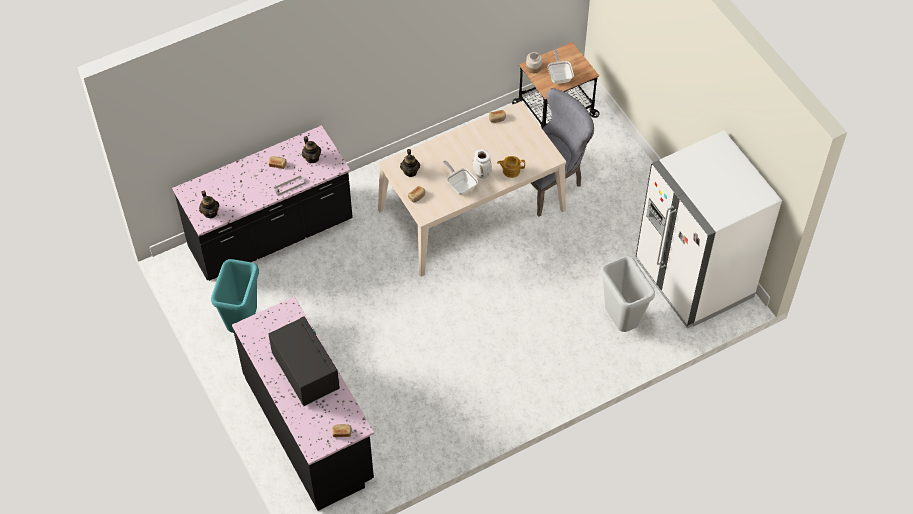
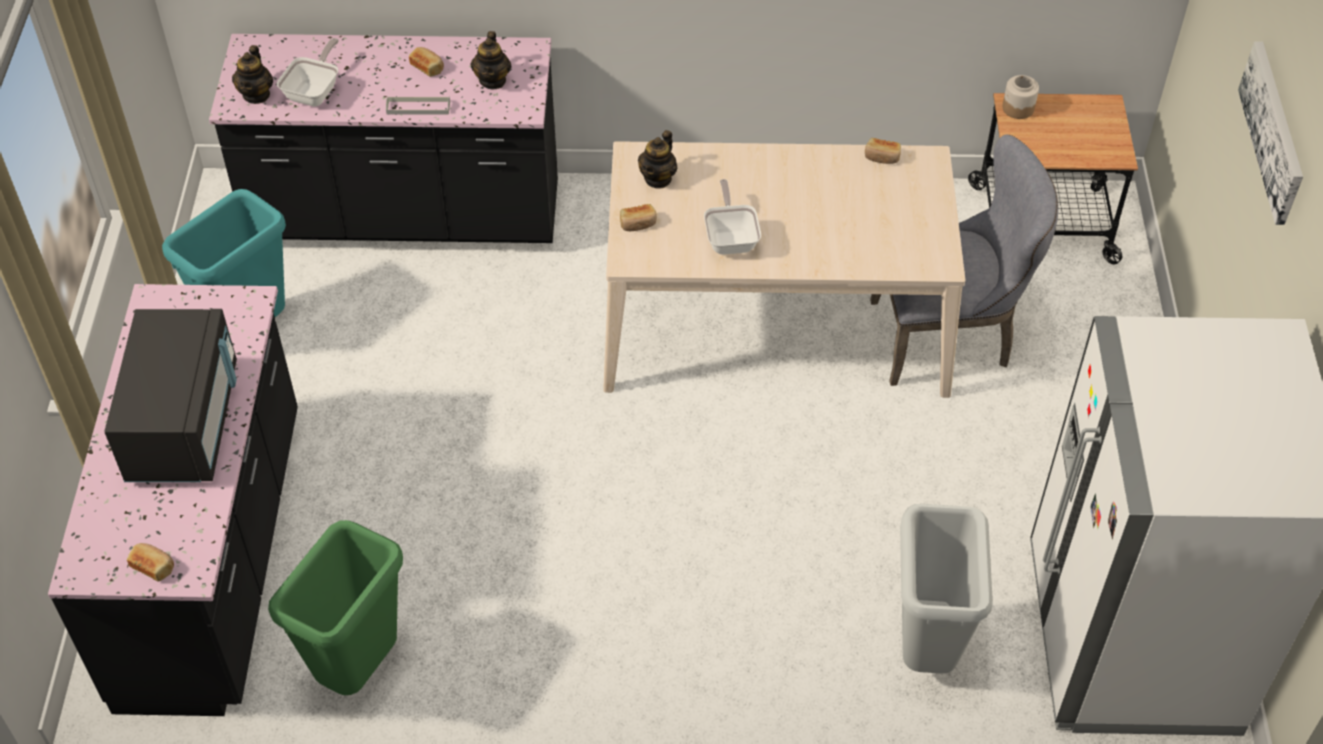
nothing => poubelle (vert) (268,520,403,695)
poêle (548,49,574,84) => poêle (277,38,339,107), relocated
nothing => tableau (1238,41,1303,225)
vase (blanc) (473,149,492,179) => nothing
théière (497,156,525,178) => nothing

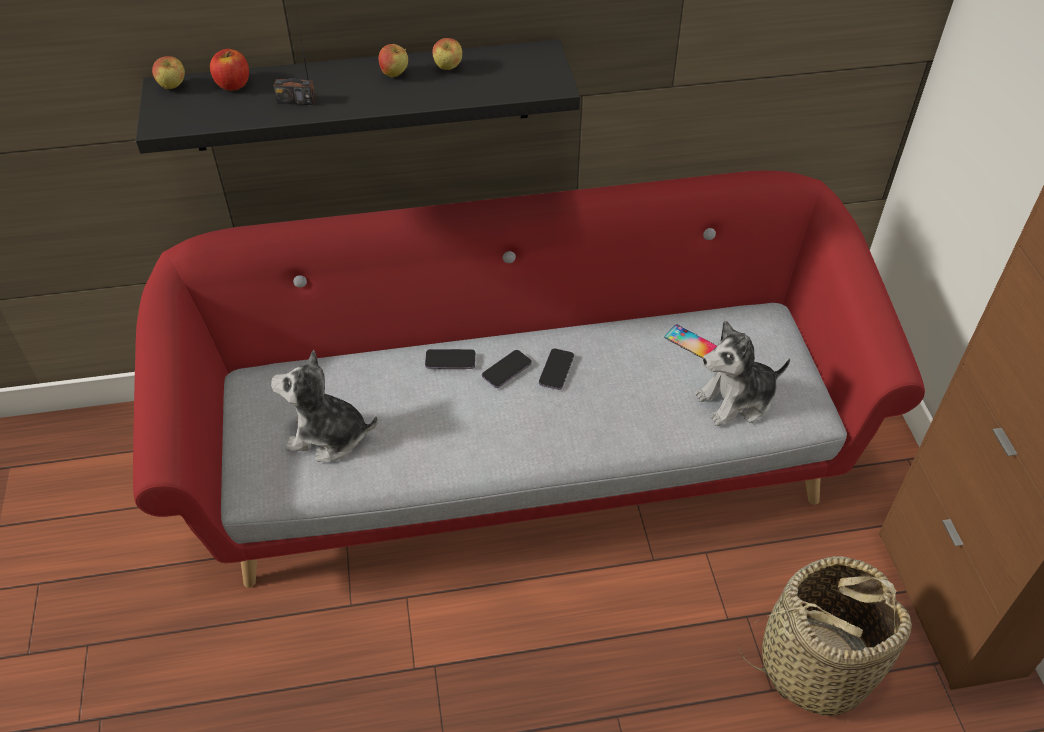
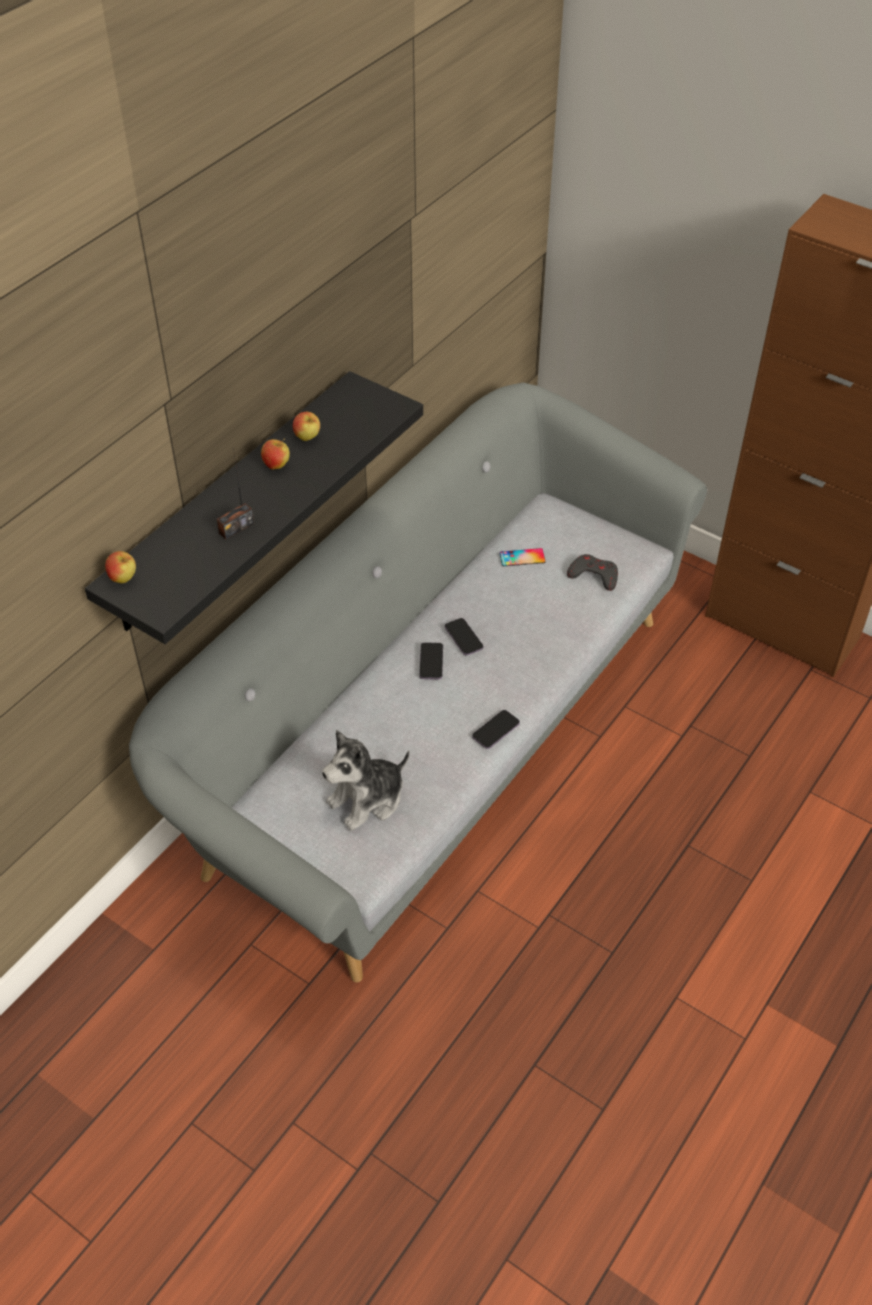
canapé (rouge) (133,171,925,588) => canapé (gris) (129,382,707,982)
téléphone (425,349,476,369) => téléphone (472,710,520,749), relocated
peluche (695,320,790,426) => manette (gris) (567,554,618,591)
pomme (210,49,249,91) => nothing
panier (739,556,912,716) => nothing

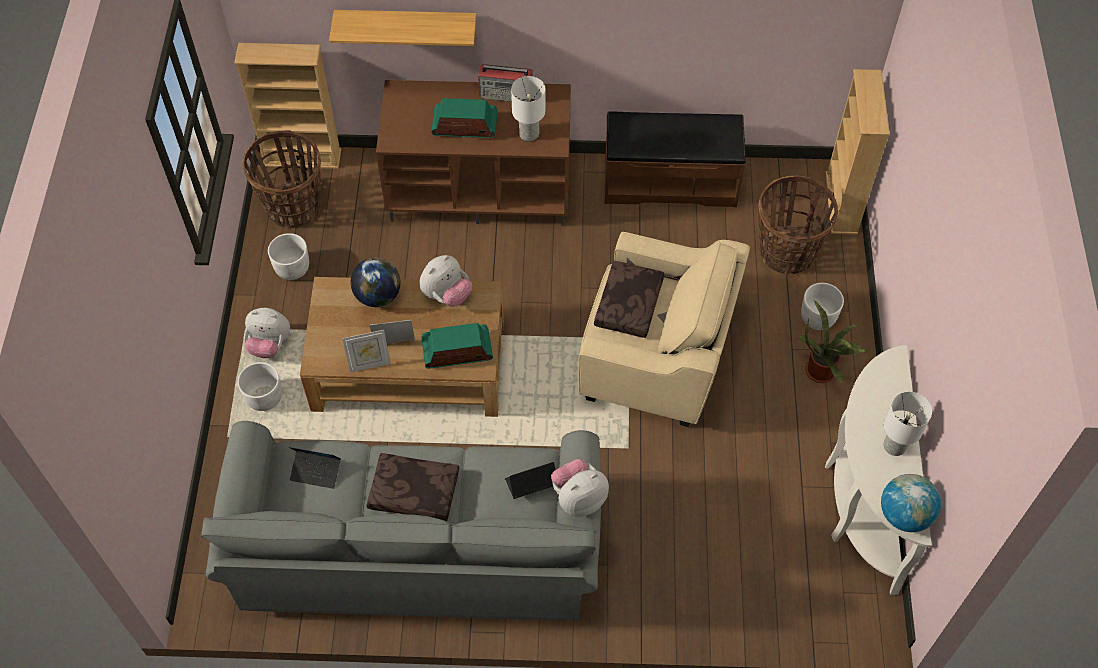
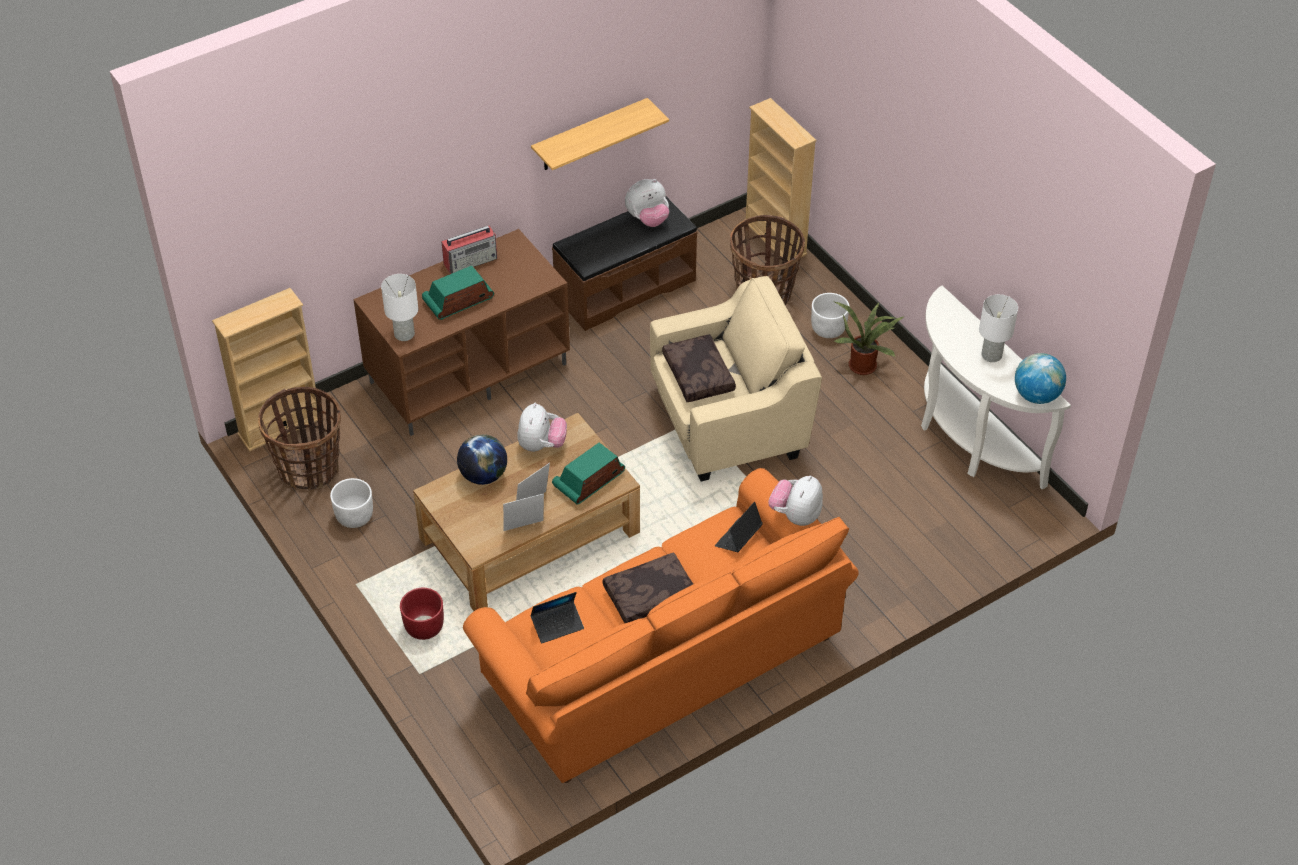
lampe de table (blanc) (511,76,545,141) => lampe de table (blanc) (381,274,418,341), relocated
cache-pot (blanc) (238,362,282,411) => cache-pot (rouge) (400,588,444,640)
canapé (gris) (201,421,601,621) => canapé (orange) (463,468,859,783)
cadre photo (342,330,391,373) => cadre photo (503,494,544,531), 150 degrees counterclockwise
étagère (329,10,476,46) => étagère (531,98,669,170), relocated
peluche (244,308,290,358) => peluche (625,179,669,227), relocated

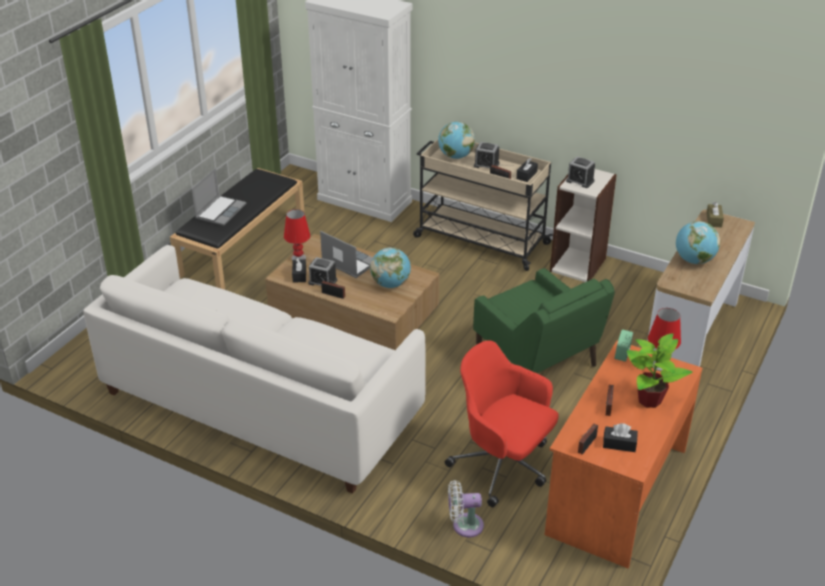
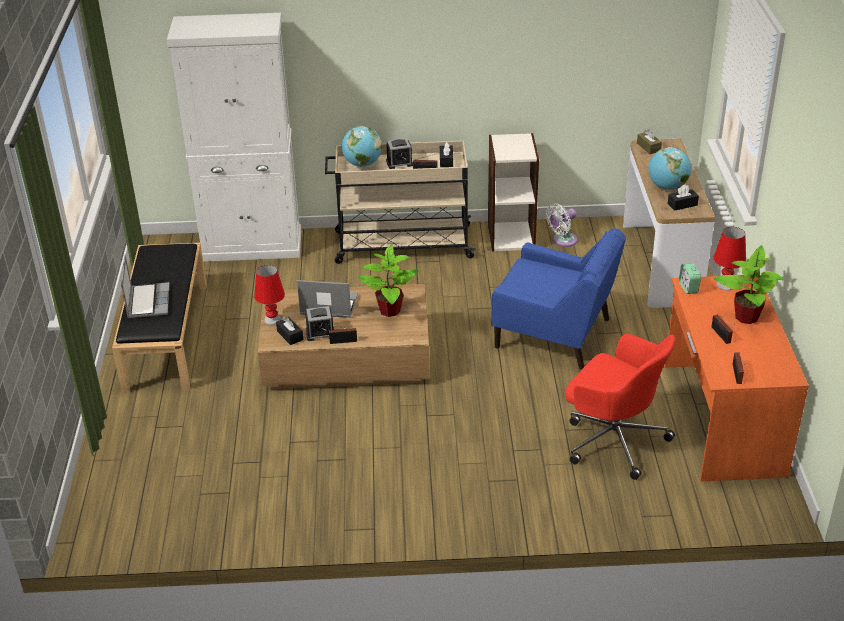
globe (370,247,411,288) => plante en pot (359,244,419,317)
fauteuil (vert) (473,268,615,373) => fauteuil (bleu) (491,228,626,370)
ventilateur (blanc) (448,480,484,537) => ventilateur (blanc) (546,204,577,247), relocated
chaise de bureau (rouge) (445,340,559,507) => chaise de bureau (rouge) (565,334,675,480), 150 degrees counterclockwise
boîte à mouchoirs (noir) (603,423,638,452) => boîte à mouchoirs (noir) (668,185,699,211), relocated
canapé (blanc) (83,245,426,494) => nothing
réveil (566,156,595,188) => nothing

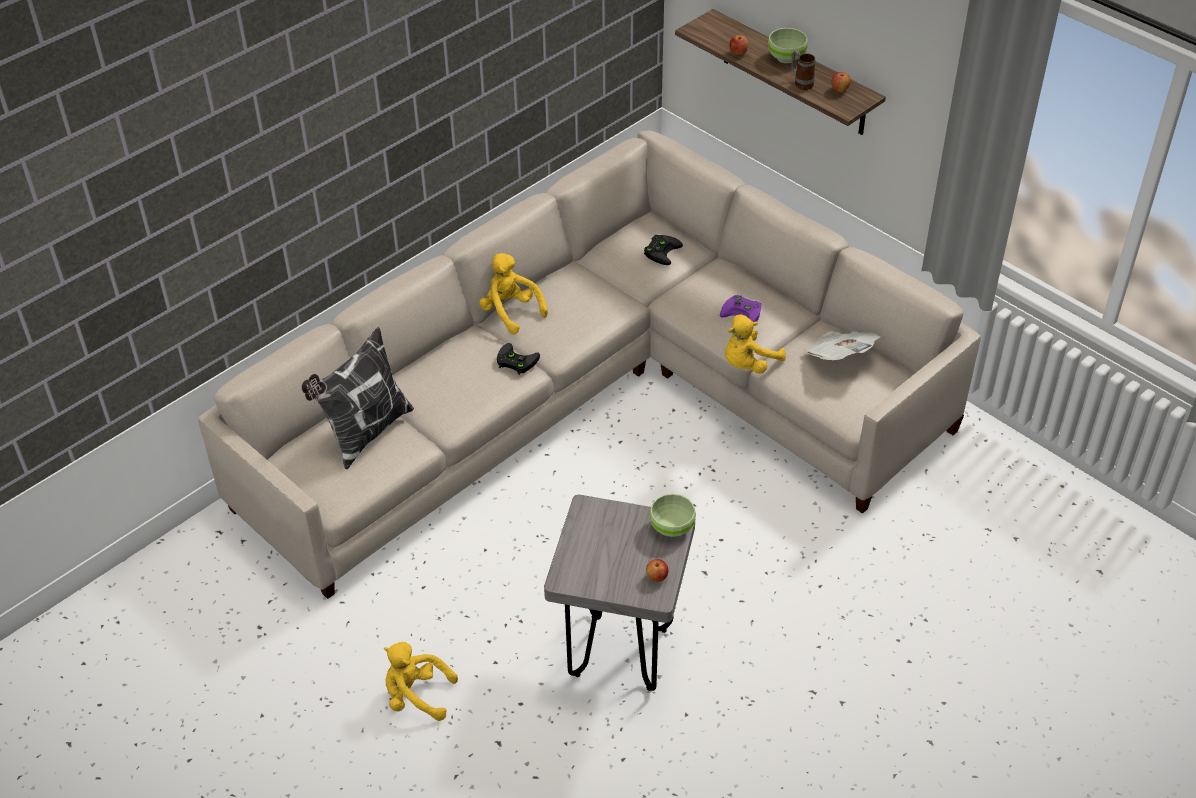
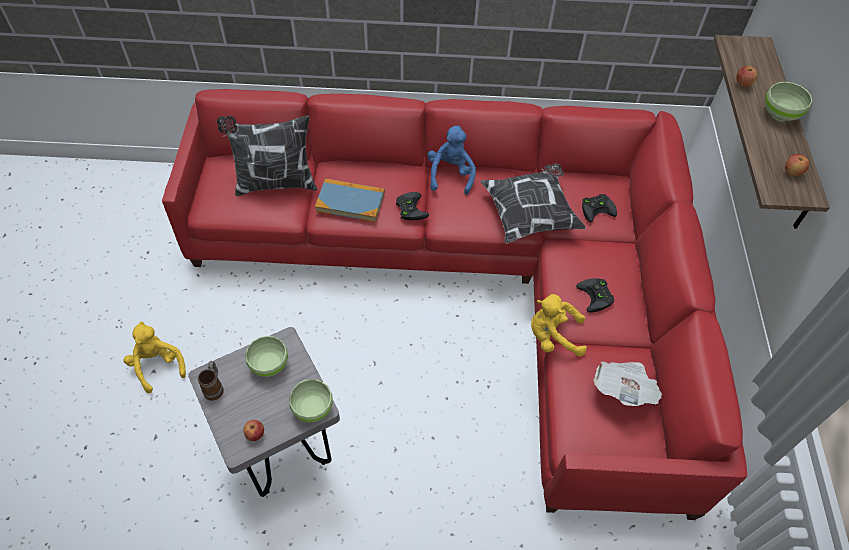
canapé (beige) (198,130,981,599) => canapé (rouge) (162,89,747,520)
mug (791,51,815,90) => mug (198,361,224,400), relocated
nothing => bol (vert) (245,336,288,377)
nothing => livre (315,179,385,222)
peluche (jaune) (479,253,548,335) => peluche (bleu) (427,126,476,195)
nothing => coussin (481,164,586,244)
manette (violet) (720,295,762,322) => manette (noir) (576,278,614,312)

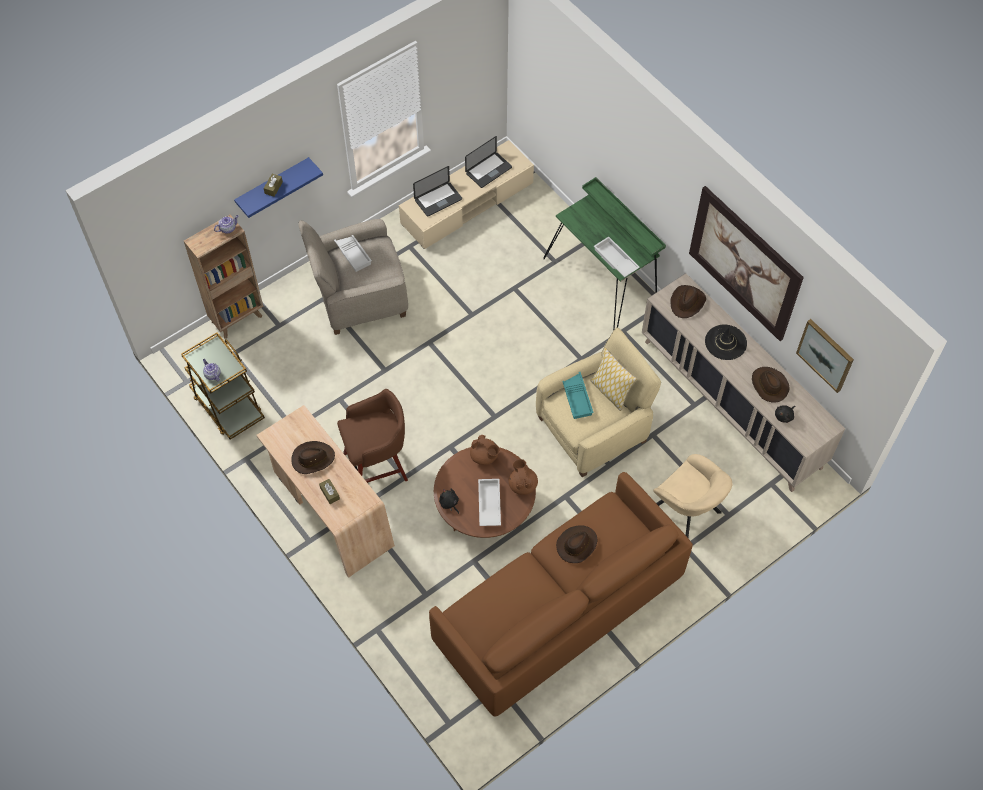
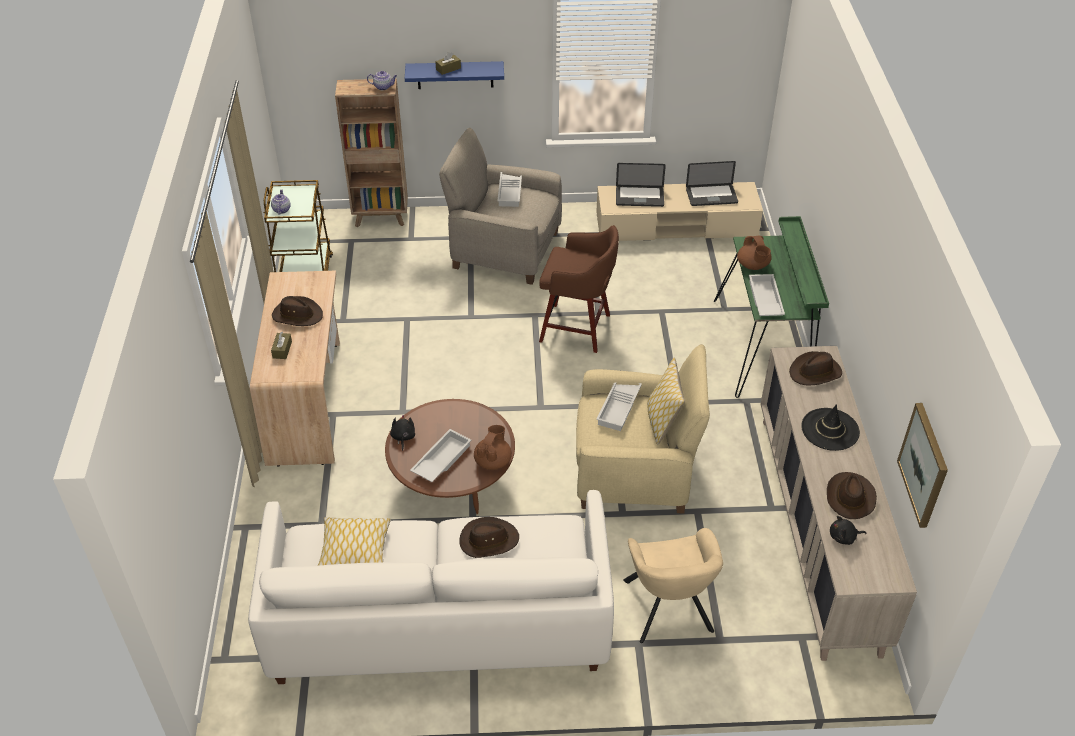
canapé (marron) (429,472,693,717) => canapé (blanc) (248,490,614,684)
nothing => coussin (318,517,391,565)
tabouret (marron) (337,389,408,483) => tabouret (marron) (539,225,619,353), relocated
plateau (turquoise) (562,372,594,419) => plateau (blanc) (596,382,642,431)
théière (marron) (470,435,500,465) => théière (marron) (737,236,772,270), relocated
tableau (689,186,804,341) => nothing

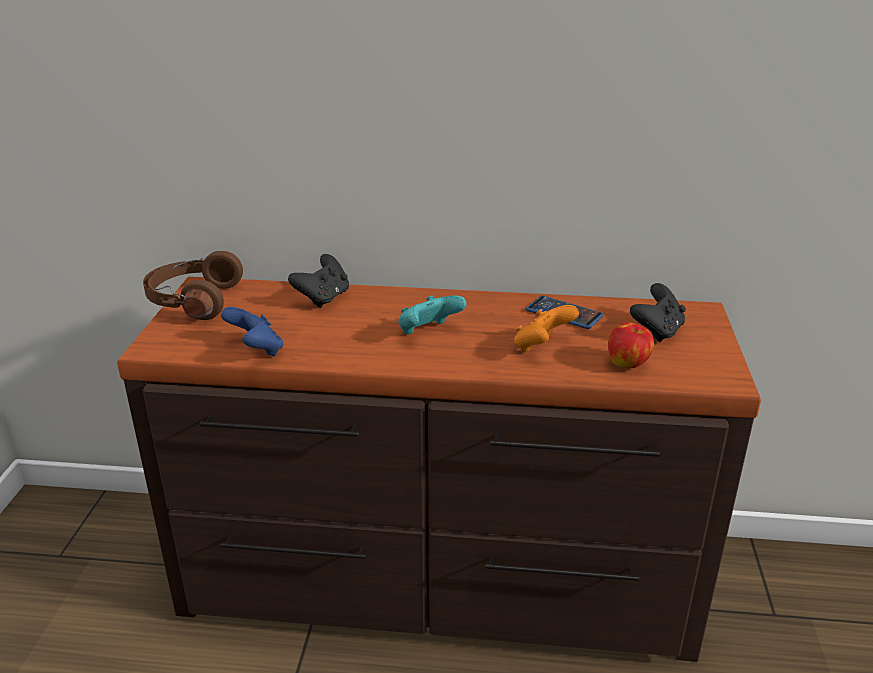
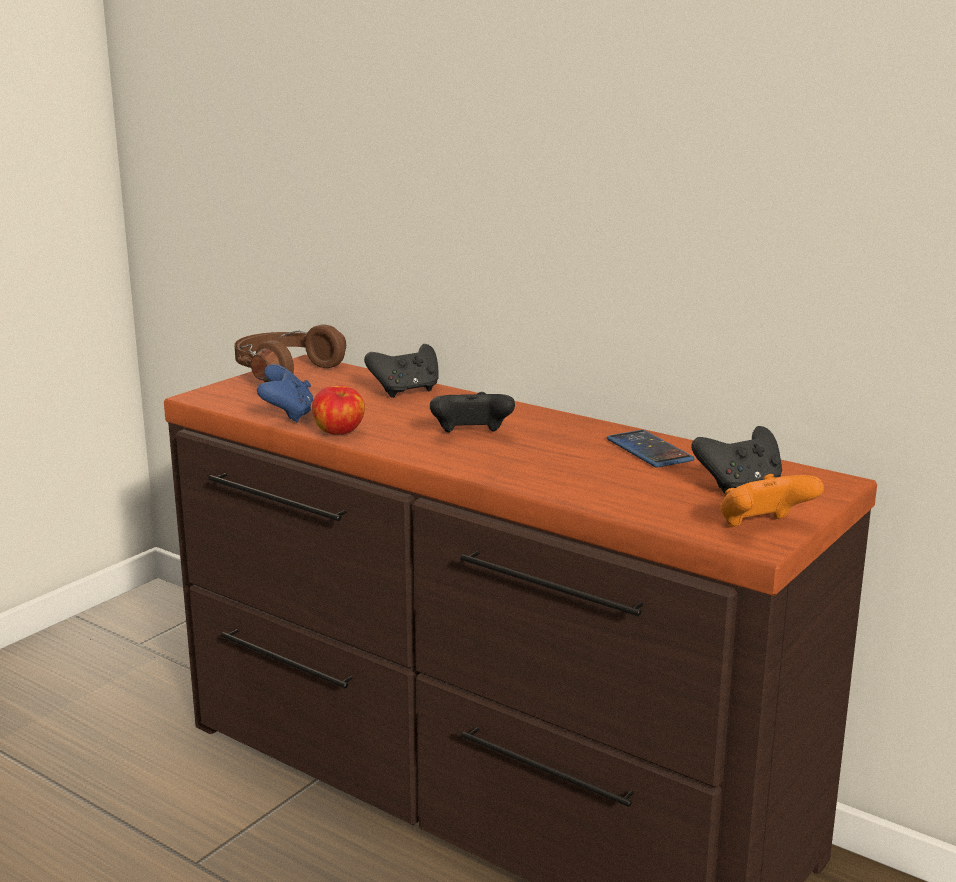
pomme (608,322,654,368) => pomme (312,385,365,435), relocated
manette (turquoise) (398,296,467,334) => manette (noir) (430,392,515,433)
manette (orange) (514,305,579,353) => manette (orange) (720,474,824,527), relocated

